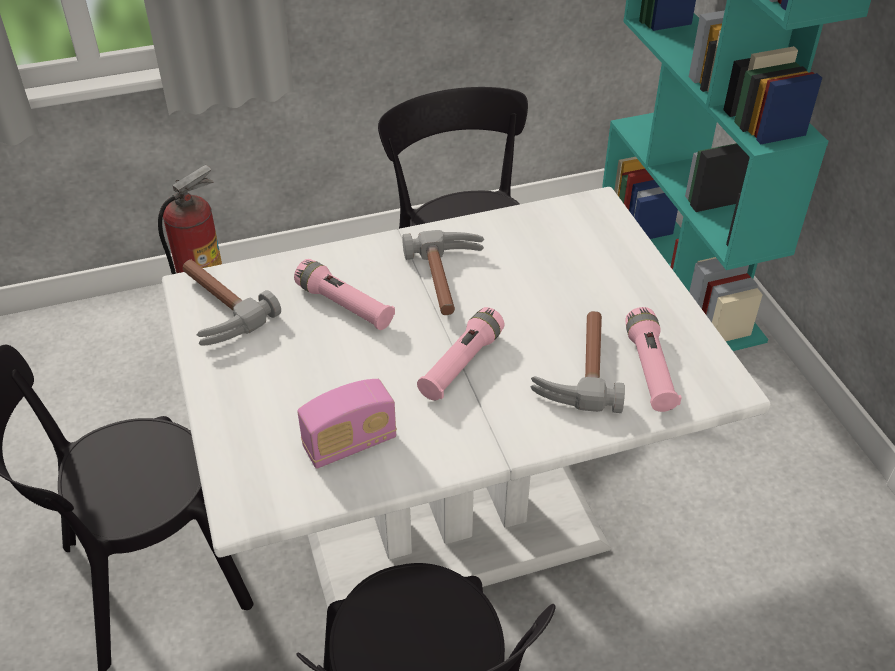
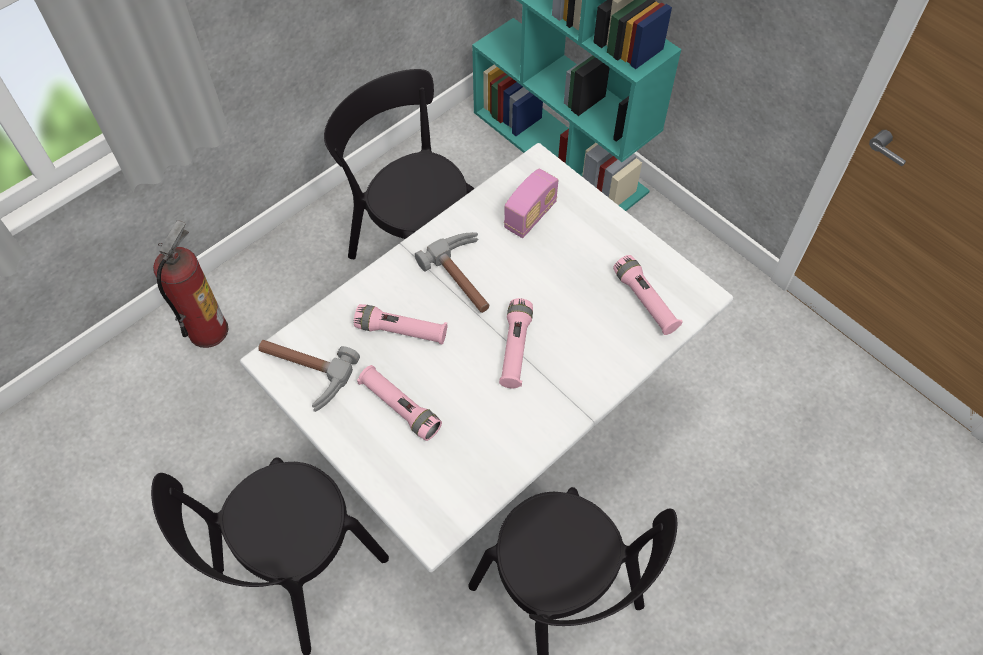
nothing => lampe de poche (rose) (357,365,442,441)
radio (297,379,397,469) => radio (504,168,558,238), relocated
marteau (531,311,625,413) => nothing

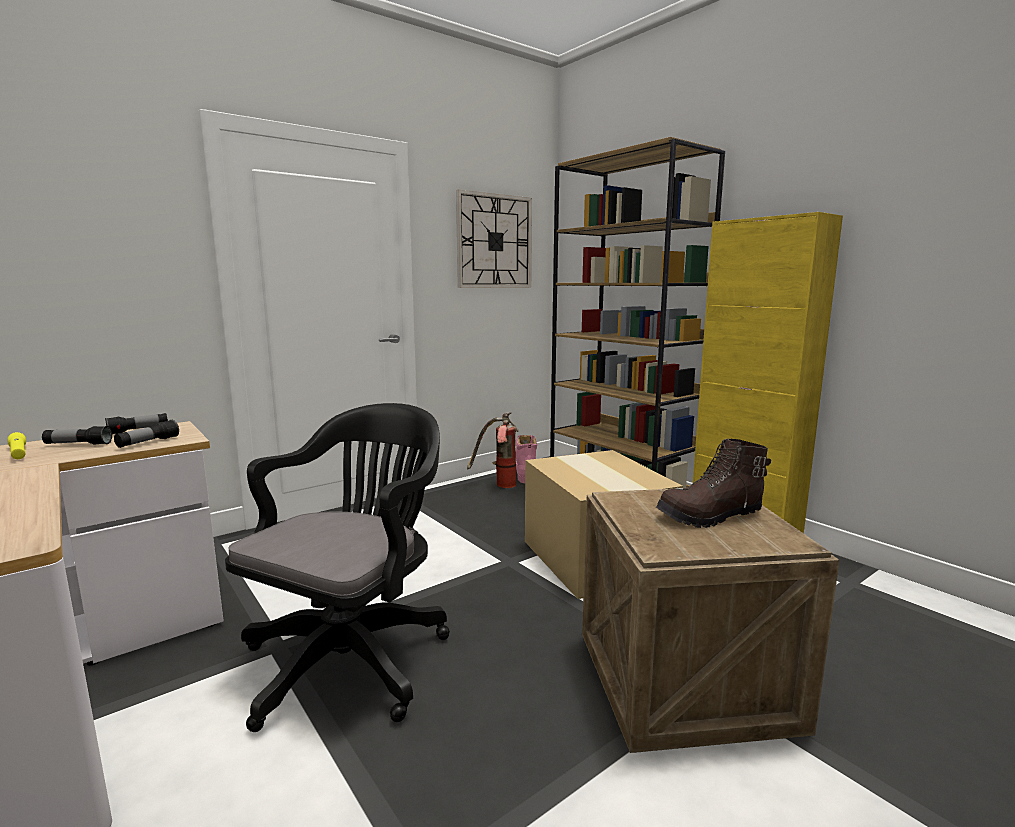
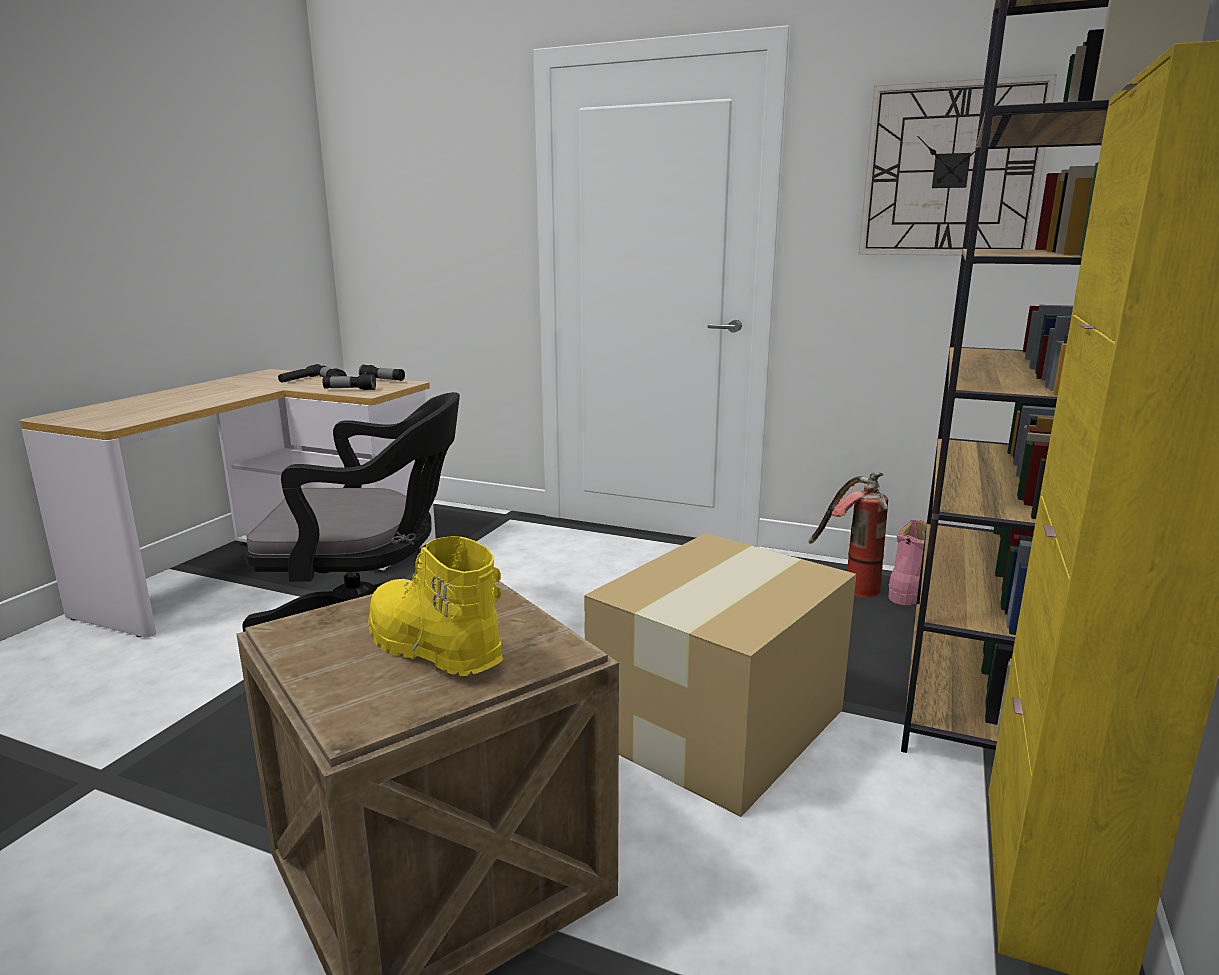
lampe de poche (jaune) (7,432,26,459) => lampe de poche (noir) (278,364,321,383)
botte (marron) (656,438,771,528) => botte (jaune) (368,536,503,676)

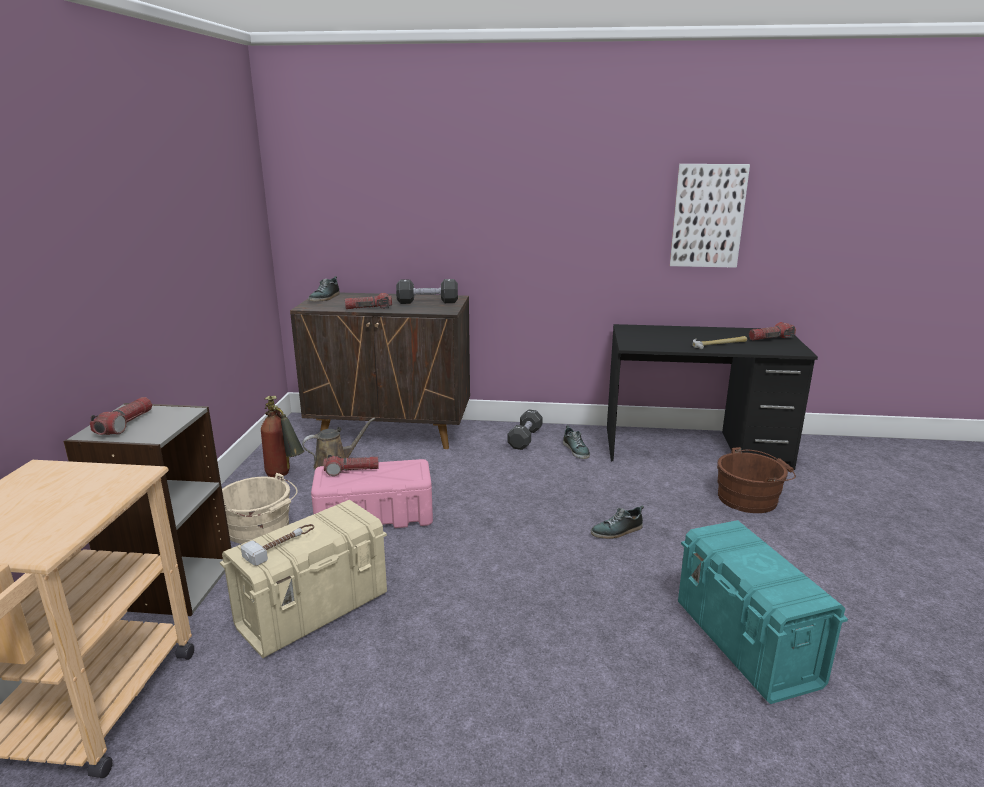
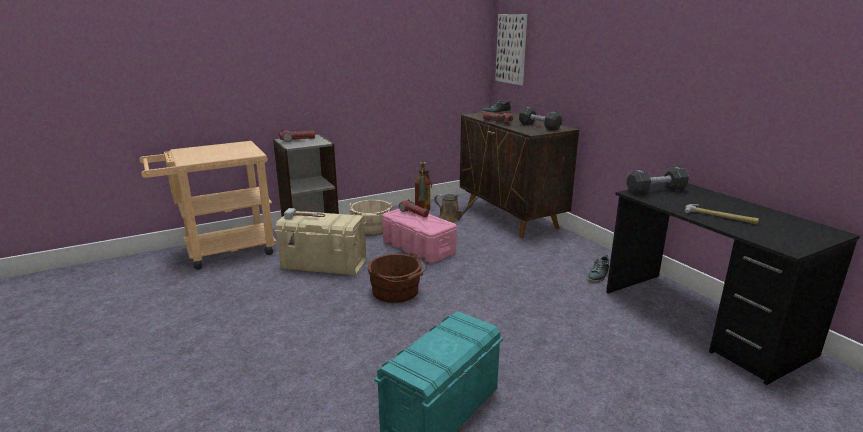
seau (marron) (717,447,796,513) => seau (marron) (368,252,427,303), relocated
tableau (670,164,750,268) => tableau (495,14,527,85), relocated
haltère (noir) (507,409,543,450) => haltère (noir) (627,166,689,195), relocated
chaussure (591,505,644,539) => nothing
lampe de poche (749,322,796,340) => nothing

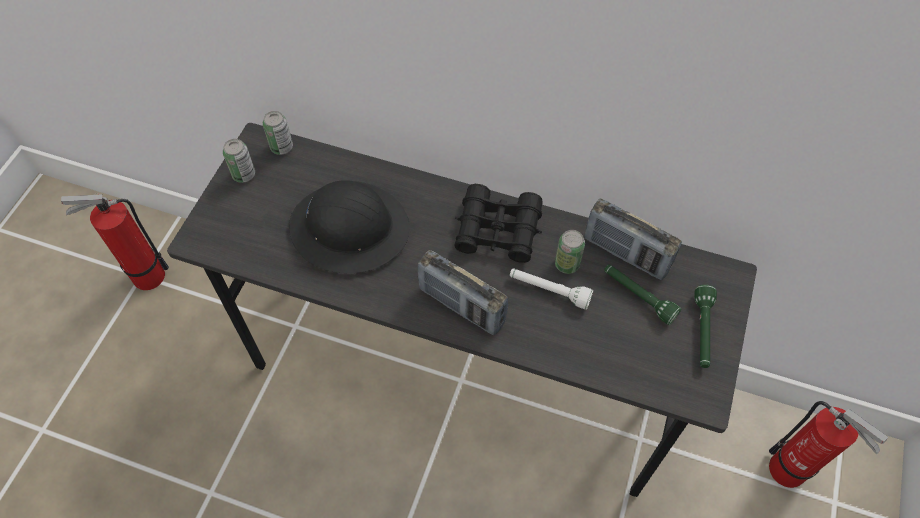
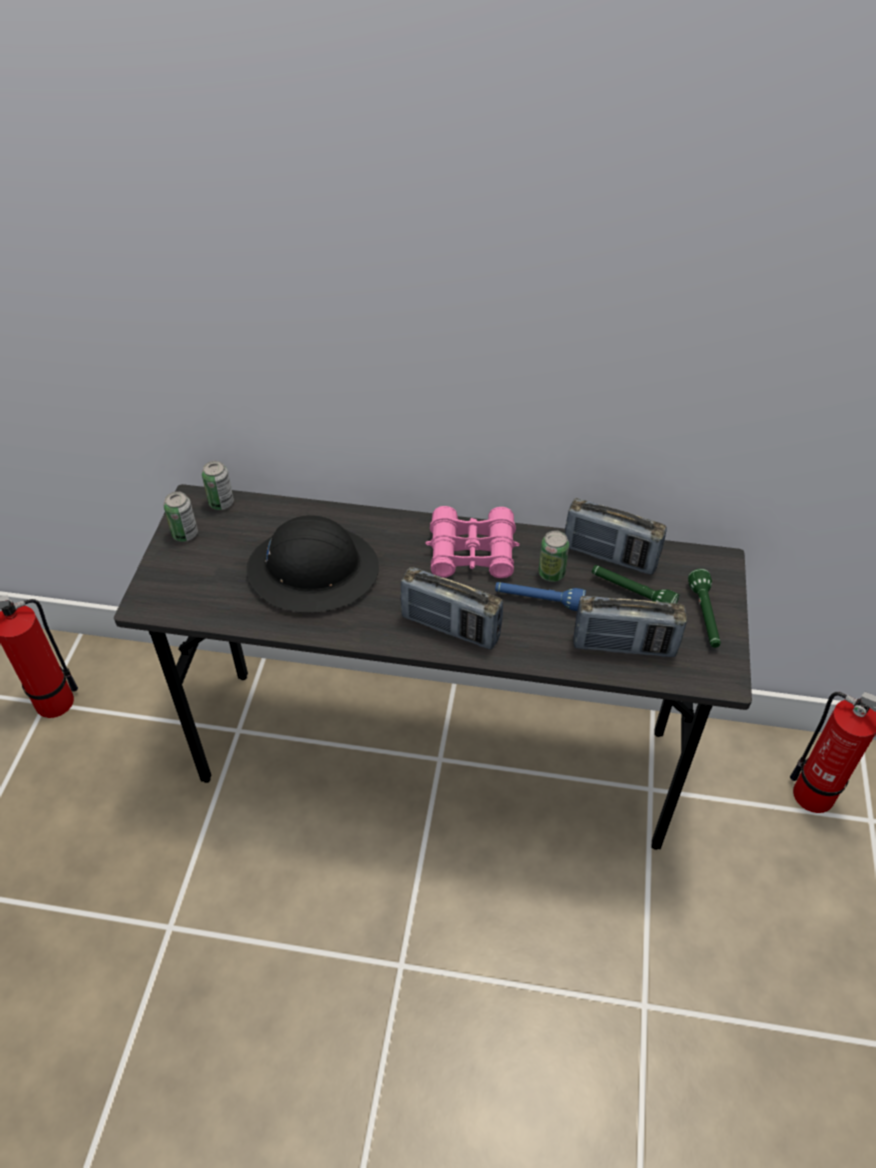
jumelles (noir) (454,184,542,263) => jumelles (rose) (425,506,520,578)
lampe de poche (blanc) (510,269,593,310) => lampe de poche (bleu) (495,582,586,611)
nothing => radio (574,596,687,657)

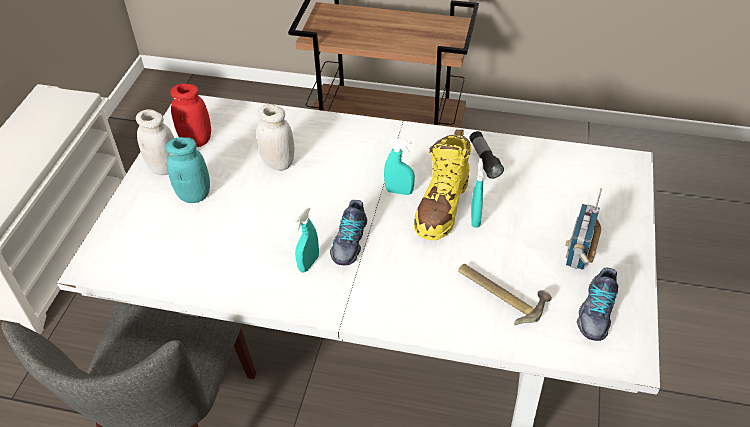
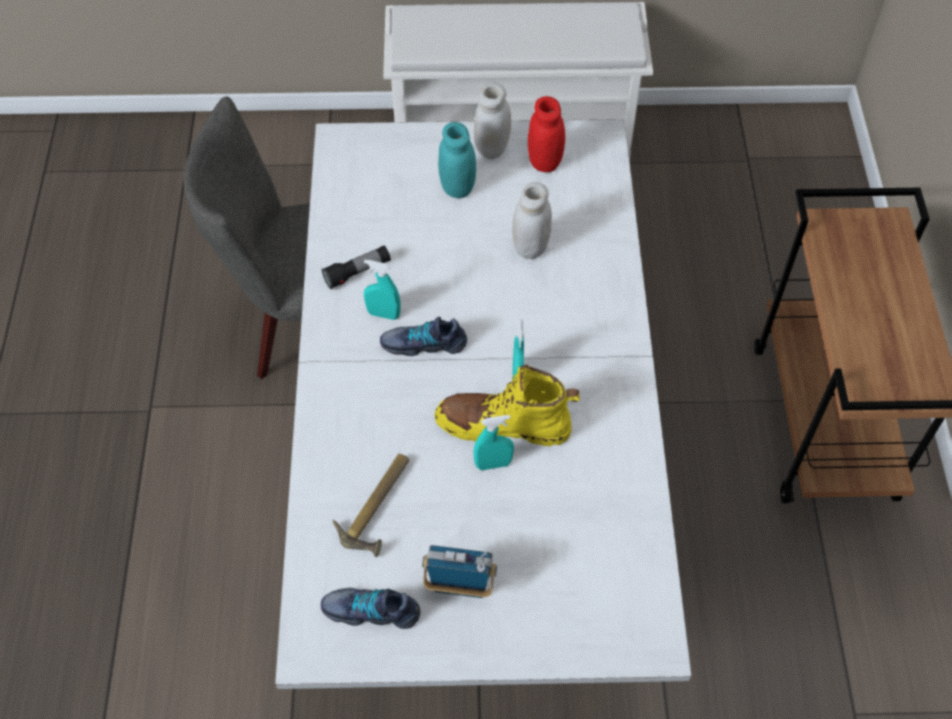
lampe de poche (469,131,504,179) => lampe de poche (322,245,391,289), relocated

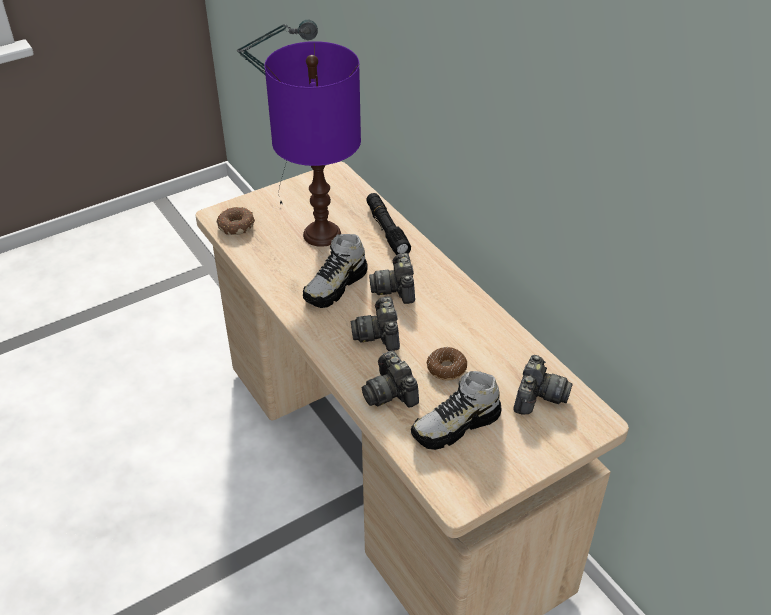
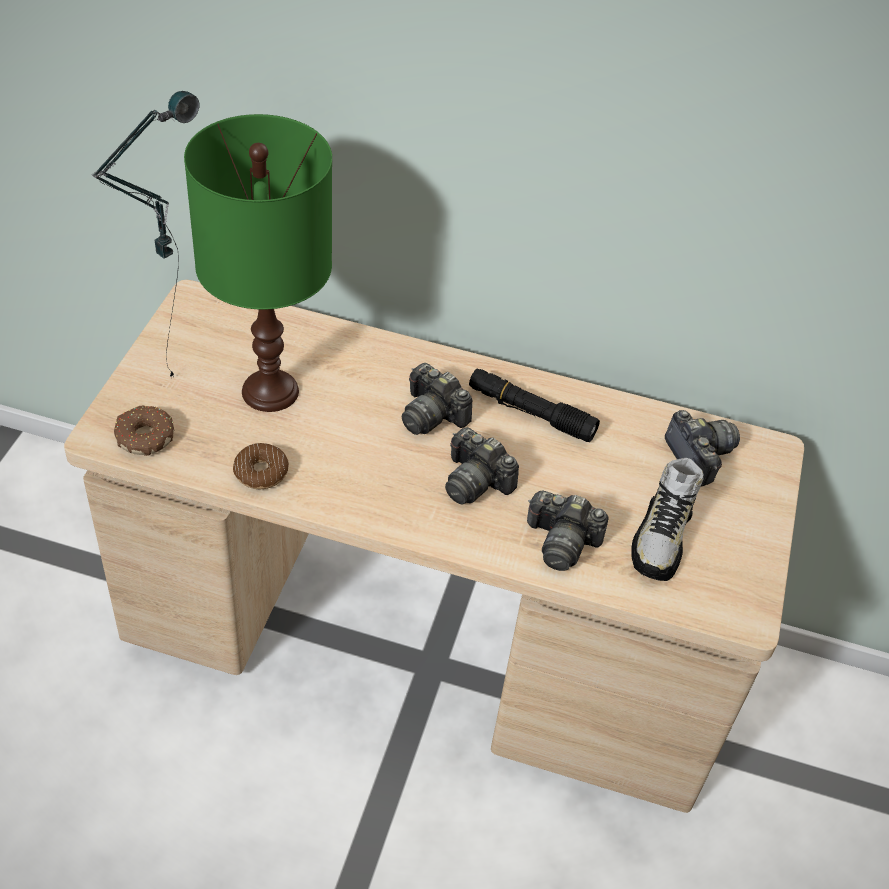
lampe de table (violet) (265,41,361,247) => lampe de table (vert) (184,114,332,412)
beignet (427,347,467,380) => beignet (233,443,289,489), relocated
lampe de poche (noir) (366,193,411,255) => lampe de poche (noir) (469,369,600,442), relocated
chaussure (303,234,368,308) => nothing

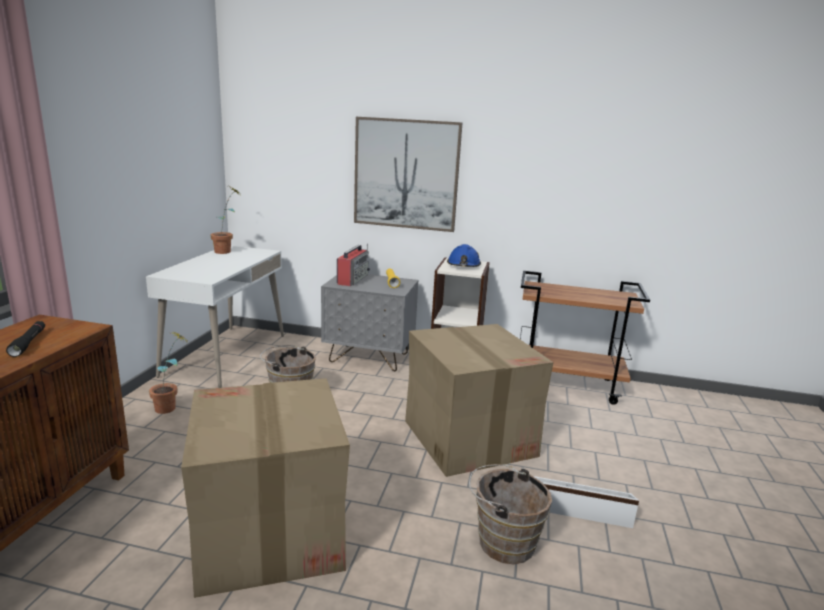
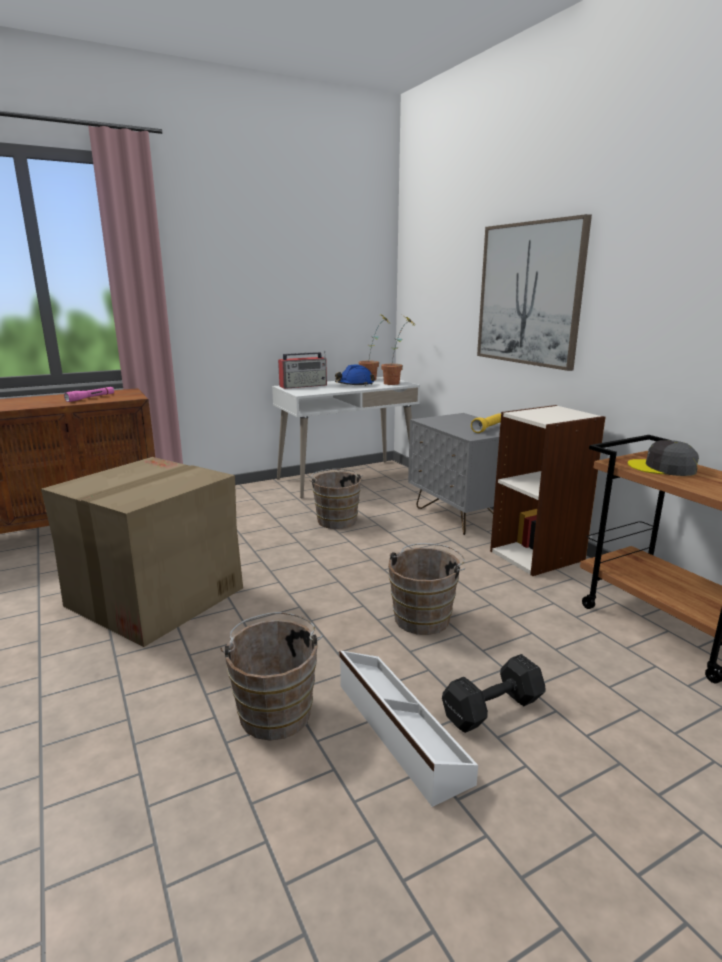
lampe de poche (noir) (6,321,45,357) => lampe de poche (rose) (64,387,114,402)
radio (337,243,370,286) => radio (278,351,327,389), relocated
casque de chantier (bleu) (447,244,481,267) => casque de chantier (bleu) (335,364,375,386), relocated
plante en pot (149,332,190,414) => plante en pot (381,315,415,385), relocated
carton (405,324,554,477) => seau (marron) (388,543,465,635)
nothing => haltère (noir) (442,654,546,733)
nothing => casquette (gris) (628,440,699,476)

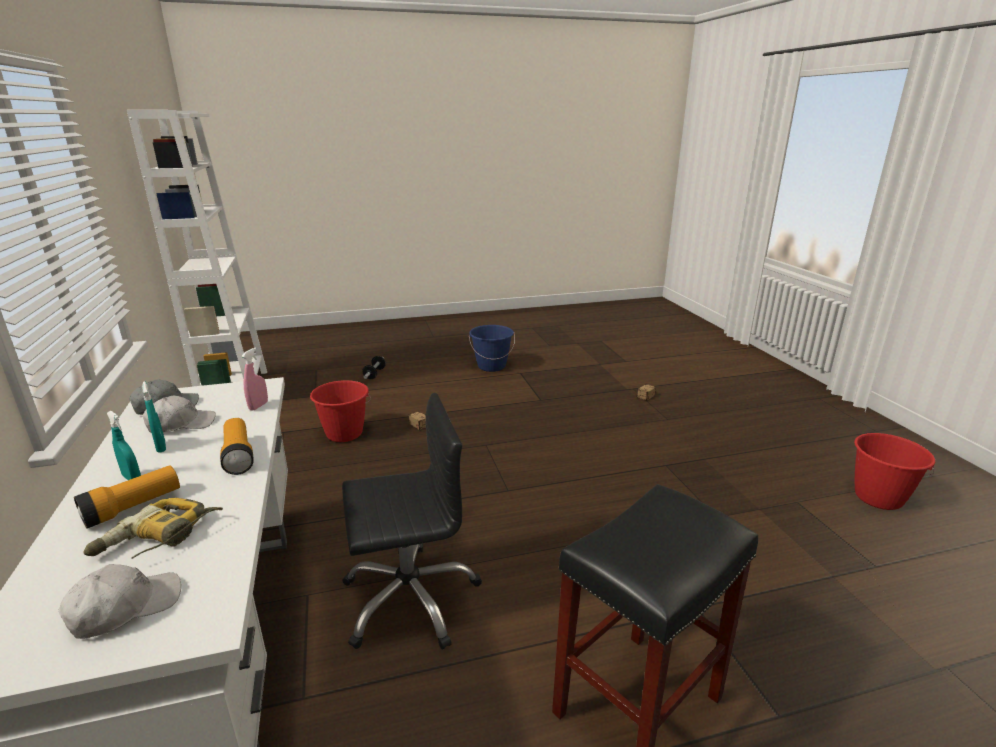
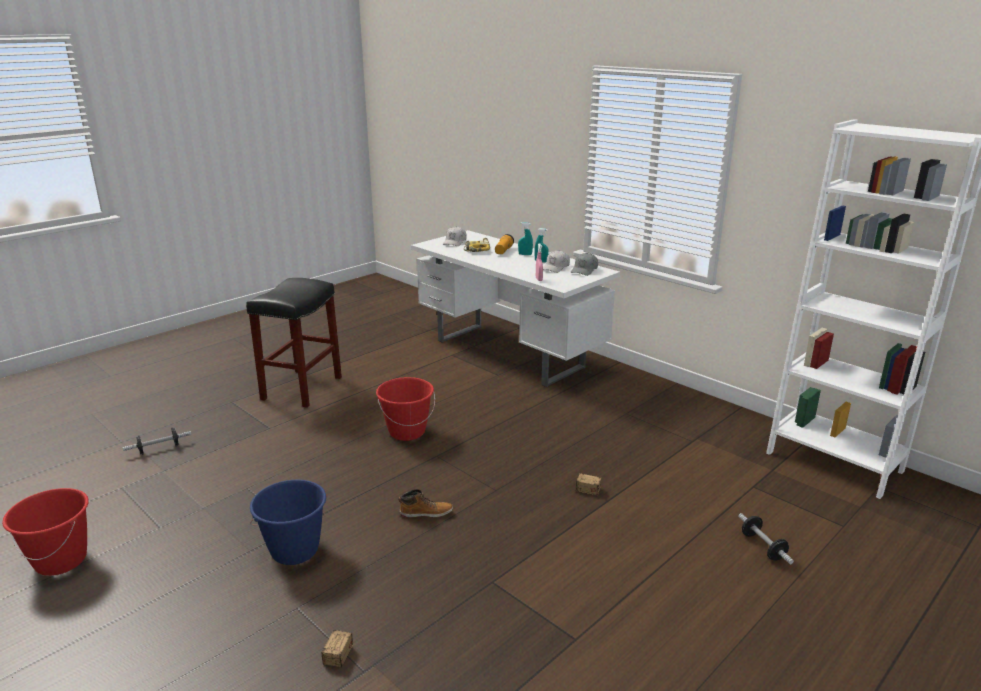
nothing => haltère (123,428,191,455)
seau (bleu) (469,325,515,372) => seau (bleu) (250,480,326,565), relocated
seau (rouge) (310,380,371,442) => seau (rouge) (376,377,435,441), relocated
nothing => botte (399,489,453,518)
lampe de poche (220,418,254,475) => nothing
chaise de bureau (noir) (342,393,482,650) => nothing

